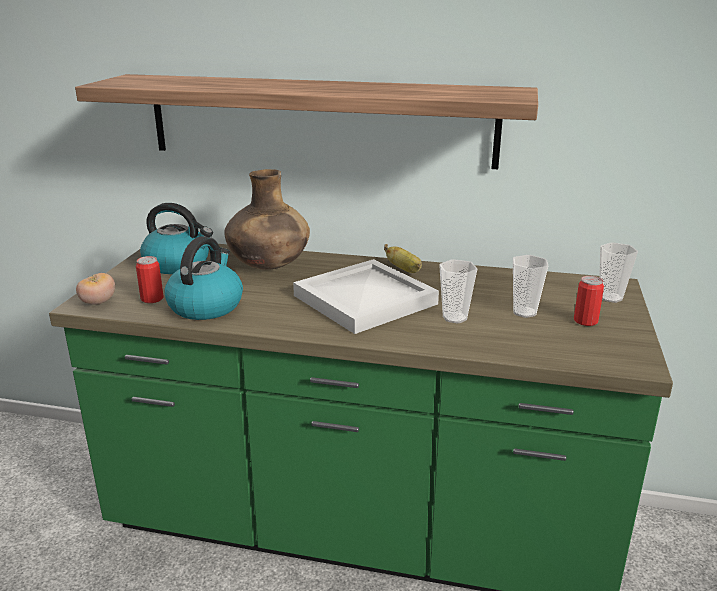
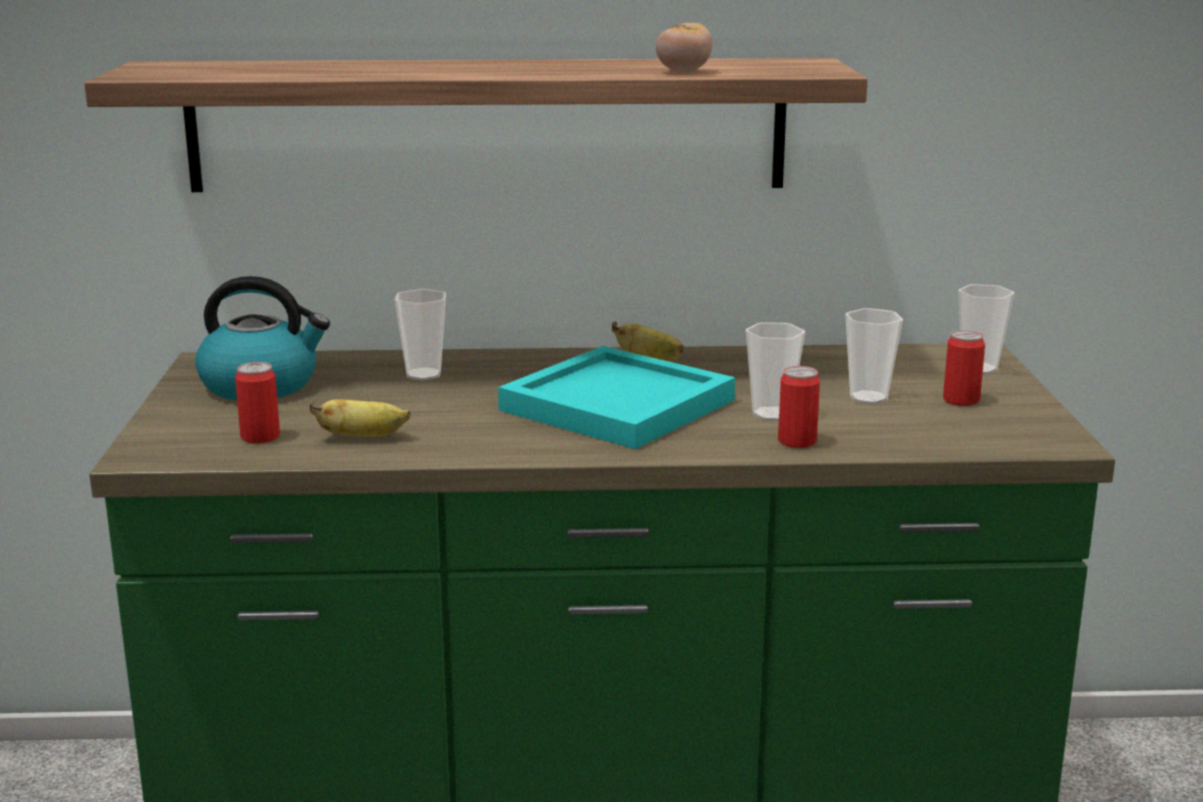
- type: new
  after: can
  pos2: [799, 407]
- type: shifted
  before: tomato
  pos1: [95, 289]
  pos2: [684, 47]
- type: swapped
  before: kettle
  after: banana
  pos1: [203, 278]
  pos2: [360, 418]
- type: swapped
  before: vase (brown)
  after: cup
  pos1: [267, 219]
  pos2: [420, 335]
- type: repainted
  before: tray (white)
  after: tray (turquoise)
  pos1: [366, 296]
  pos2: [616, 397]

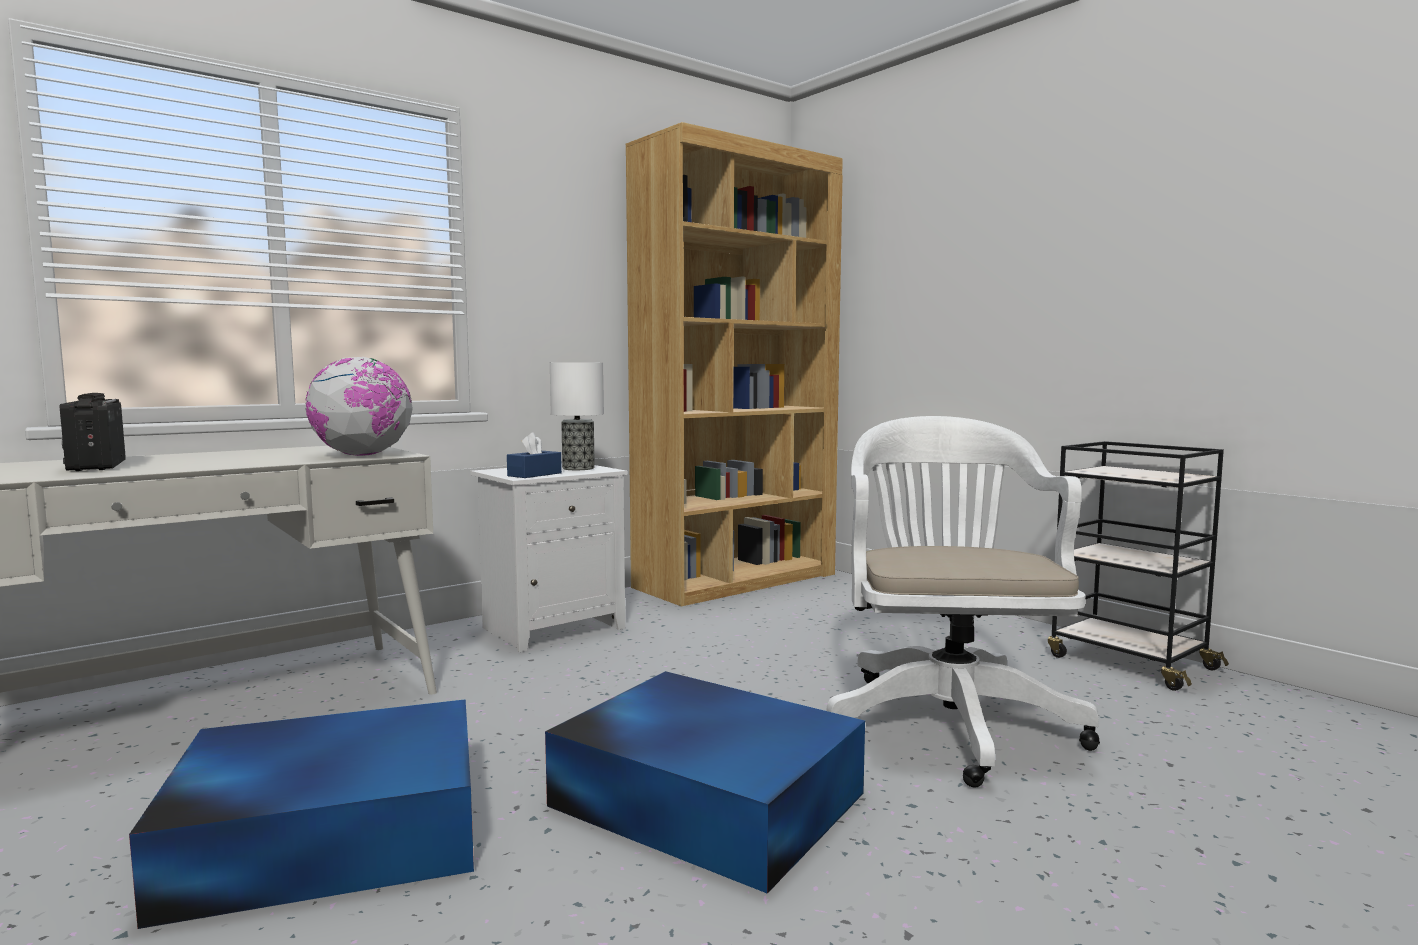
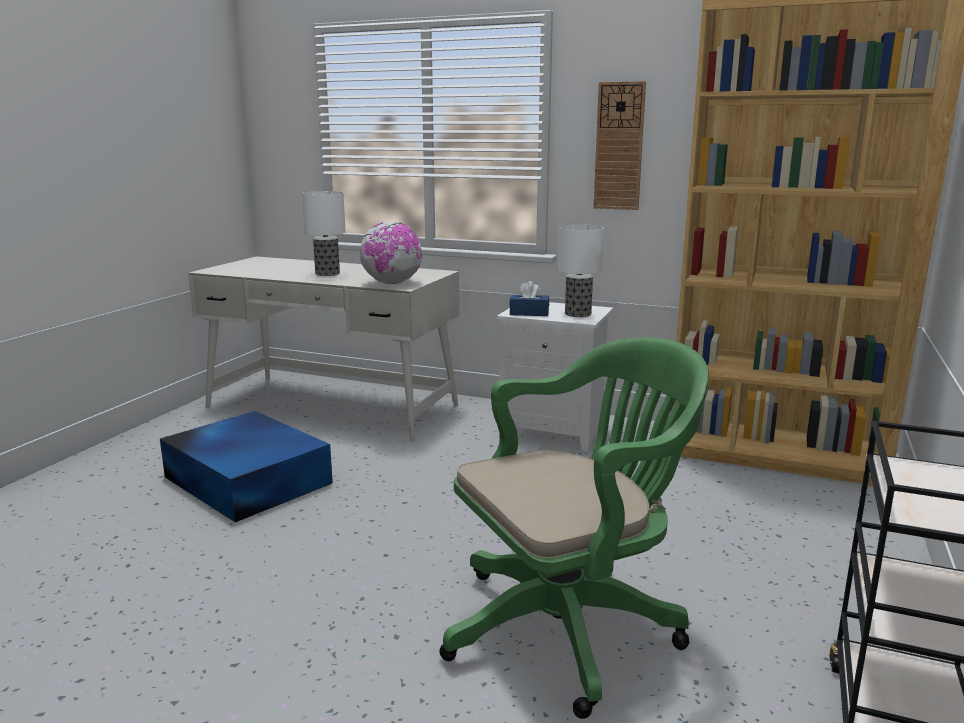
- type: gone
  before: radio
  pos1: [93, 432]
- type: gone
  before: storage box (blue)
  pos1: [705, 782]
- type: new
  after: table lamp
  pos2: [324, 233]
- type: new
  after: wall clock
  pos2: [619, 145]
- type: repainted
  before: office chair (white)
  after: office chair (green)
  pos1: [963, 602]
  pos2: [574, 528]

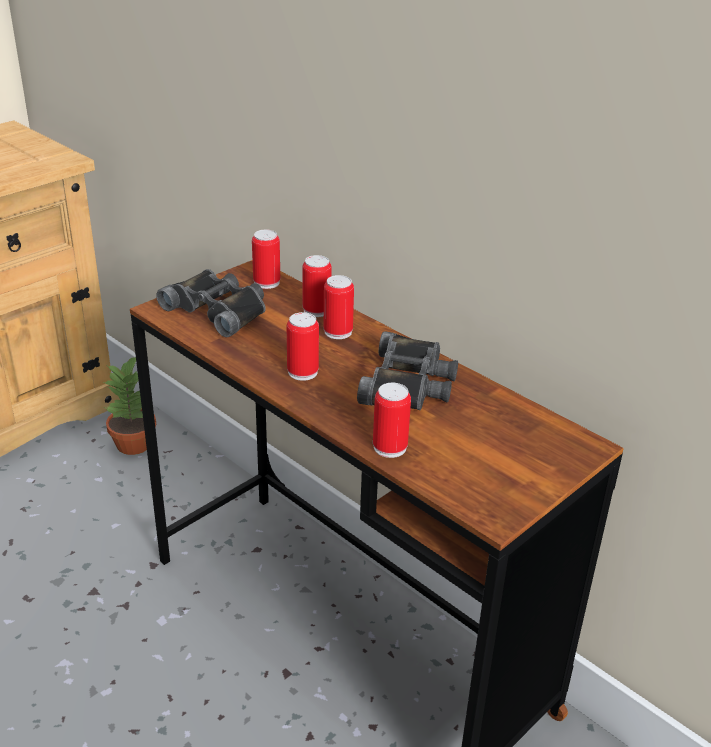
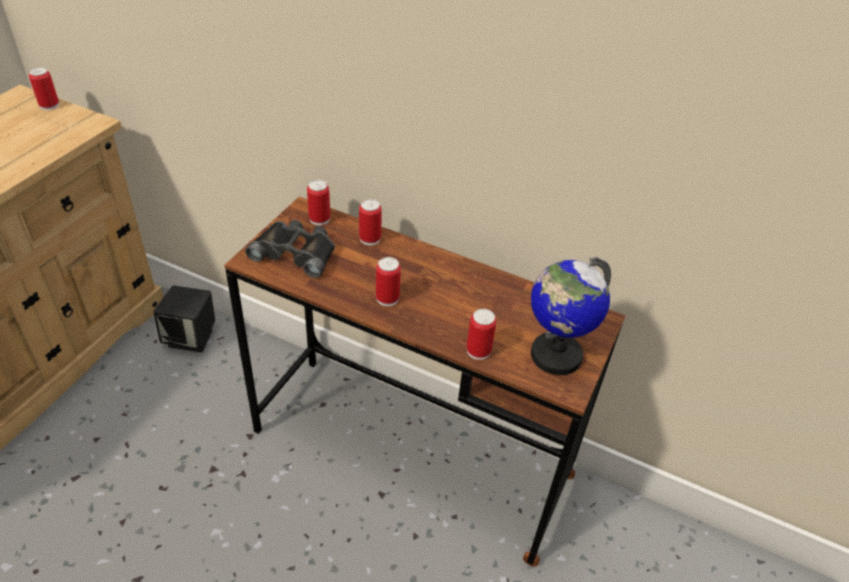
- type: gone
  before: binoculars (black)
  pos1: [407, 370]
- type: new
  after: globe
  pos2: [571, 316]
- type: shifted
  before: can
  pos1: [339, 307]
  pos2: [44, 88]
- type: swapped
  before: potted plant
  after: speaker (black)
  pos1: [130, 406]
  pos2: [184, 319]

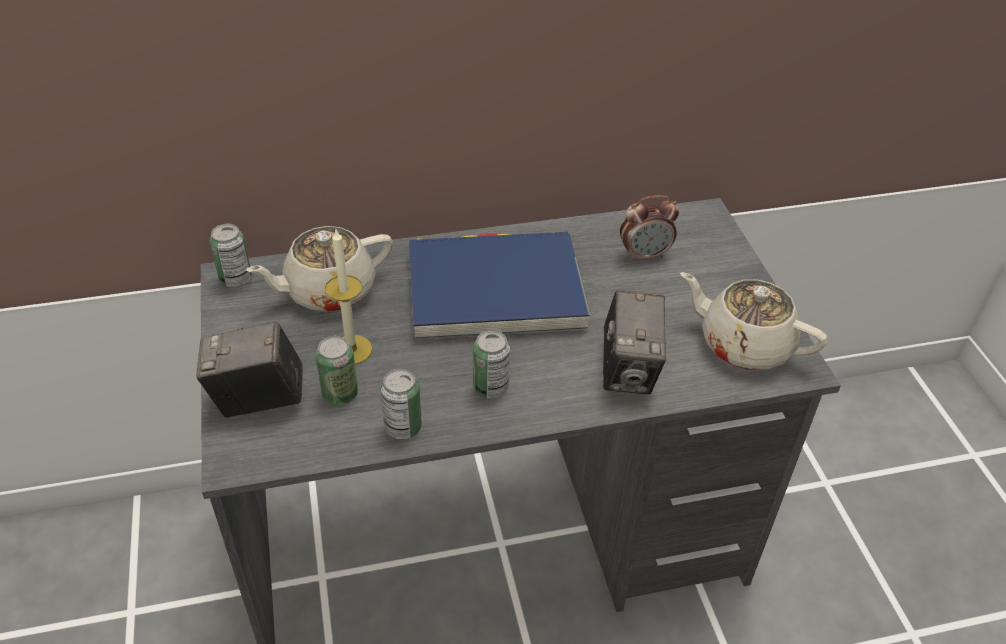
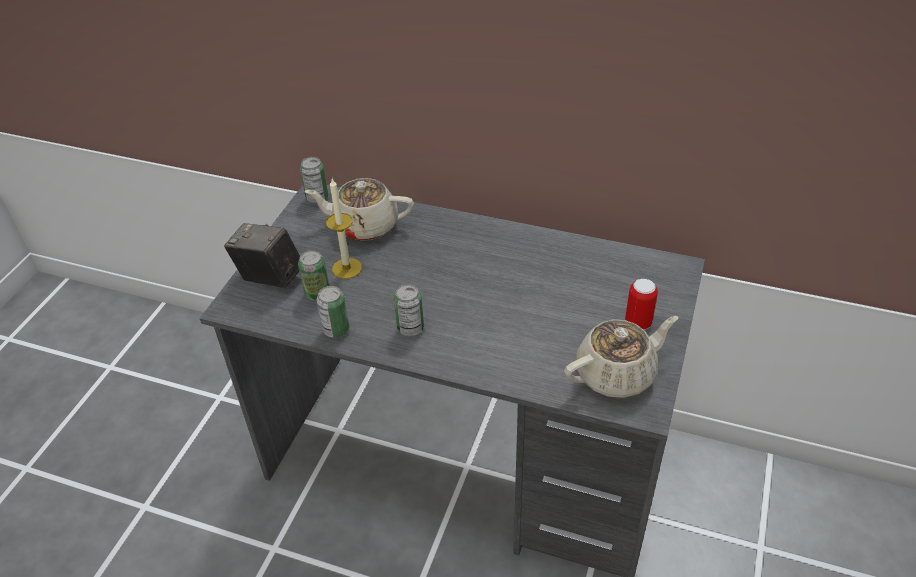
- type: gone
  before: book (blue)
  pos1: [499, 286]
- type: gone
  before: photo camera
  pos1: [634, 342]
- type: gone
  before: alarm clock
  pos1: [649, 228]
- type: new
  after: can
  pos2: [641, 304]
- type: rotated
  before: teapot (beige)
  pos1: [753, 321]
  pos2: [621, 357]
  turn: 90

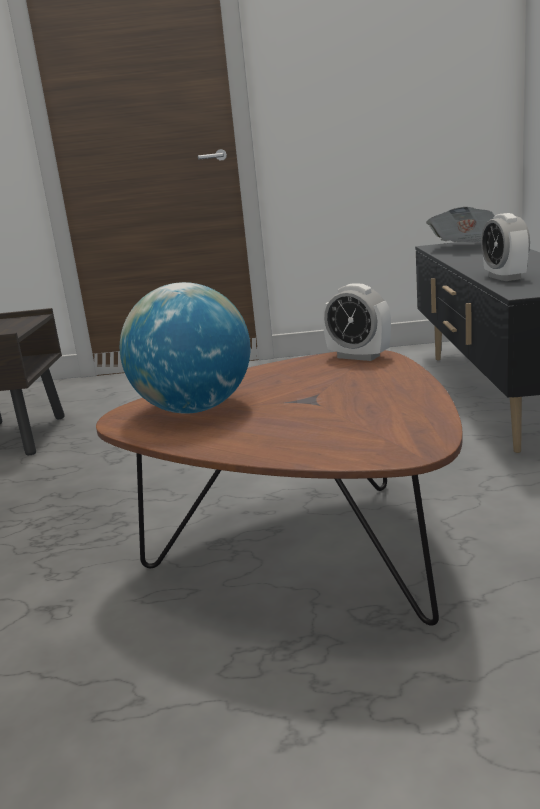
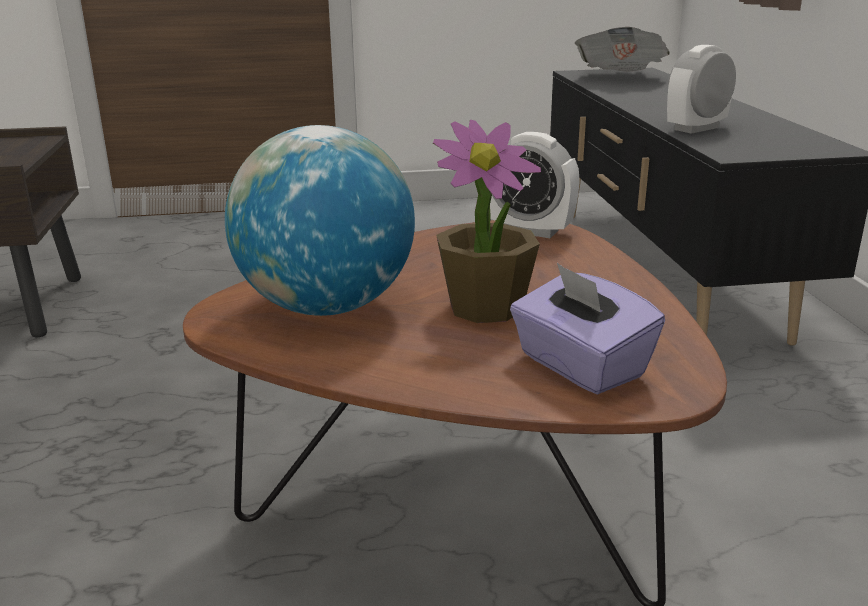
- type: new
  after: potted plant
  pos2: [487, 221]
- type: new
  after: tissue box (purple)
  pos2: [587, 329]
- type: rotated
  before: alarm clock
  pos1: [505, 247]
  pos2: [701, 89]
  turn: 75

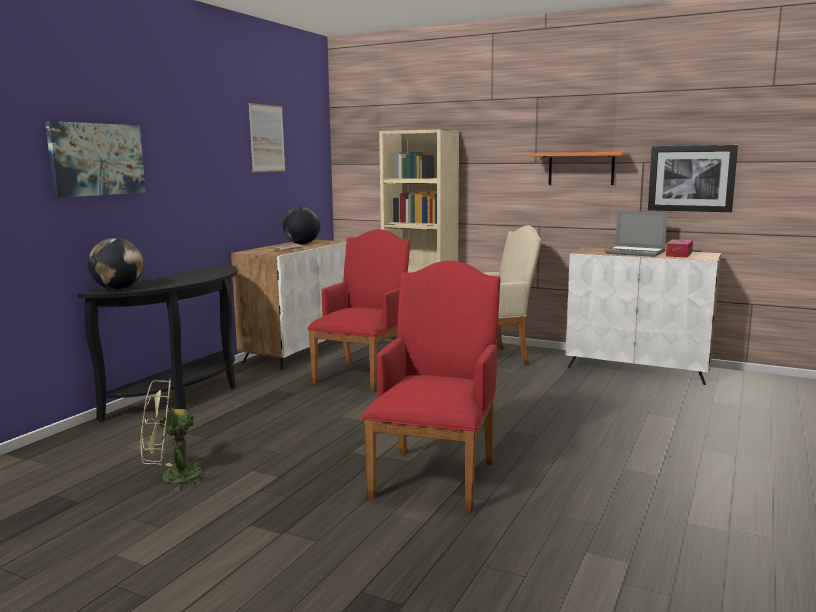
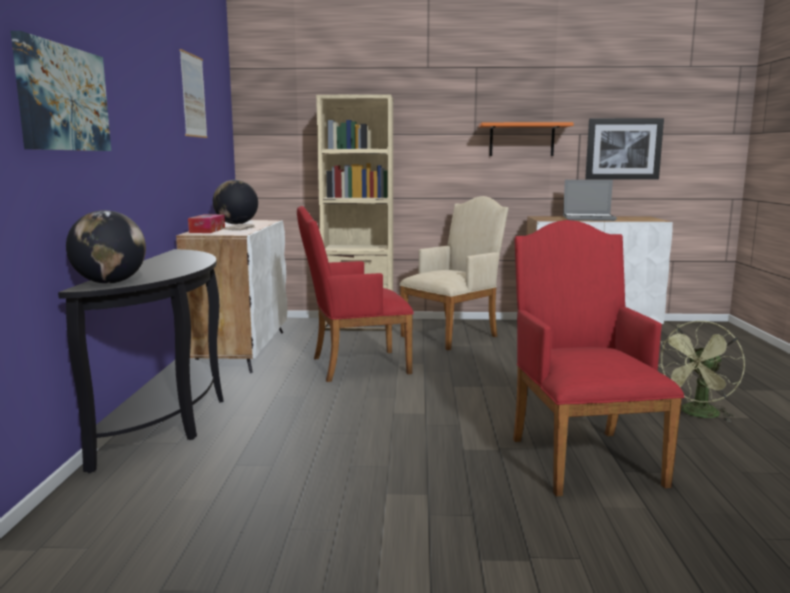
- type: shifted
  before: fan (green)
  pos1: [177, 435]
  pos2: [701, 371]
- type: shifted
  before: tissue box
  pos1: [679, 248]
  pos2: [206, 223]
- type: rotated
  before: armchair (red)
  pos1: [359, 311]
  pos2: [355, 294]
  turn: -105

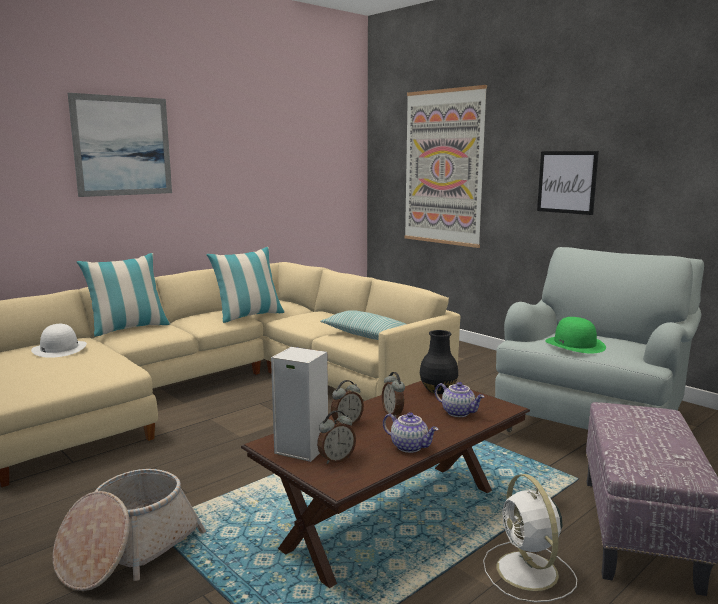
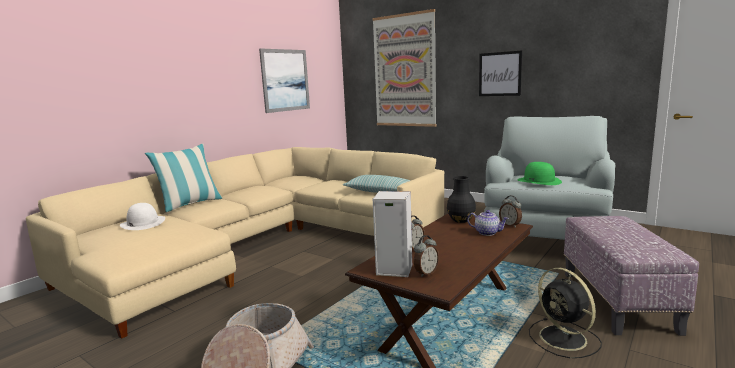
- type: gone
  before: pillow
  pos1: [245, 285]
- type: gone
  before: teapot
  pos1: [410, 432]
- type: shifted
  before: picture
  pos1: [120, 145]
  pos2: [284, 80]
- type: shifted
  before: alarm clock
  pos1: [393, 395]
  pos2: [510, 211]
- type: repainted
  before: fan (white)
  after: fan (black)
  pos1: [530, 538]
  pos2: [565, 313]

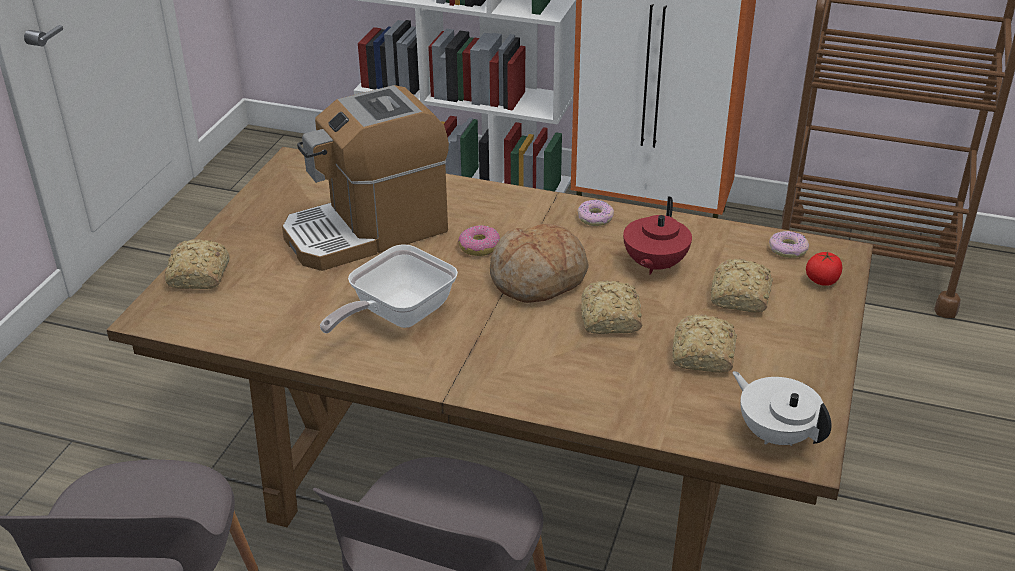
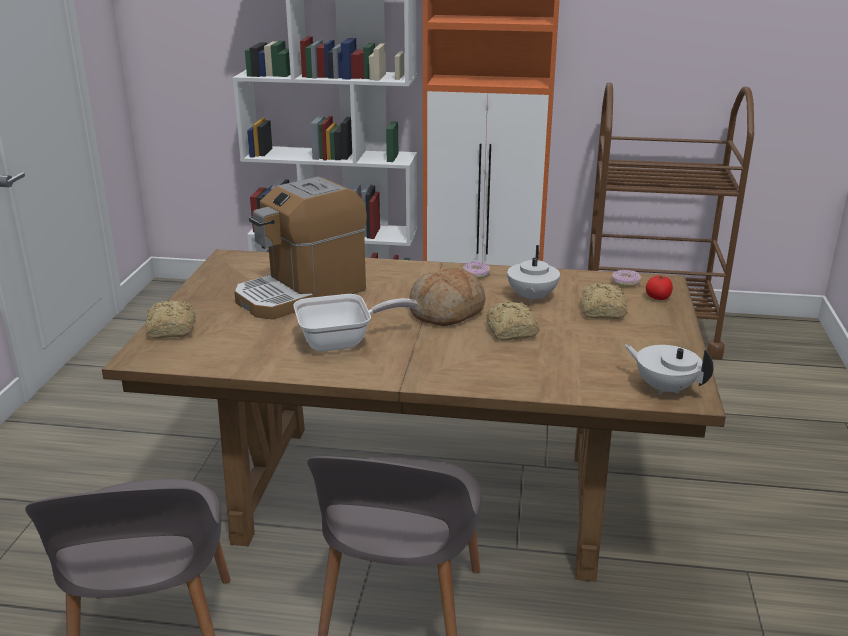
- type: gone
  before: donut
  pos1: [479, 240]
- type: gone
  before: bread
  pos1: [704, 343]
- type: repainted
  before: teapot (red)
  after: teapot (white)
  pos1: [657, 235]
  pos2: [533, 274]
- type: rotated
  before: frying pan
  pos1: [389, 288]
  pos2: [355, 323]
  turn: -135

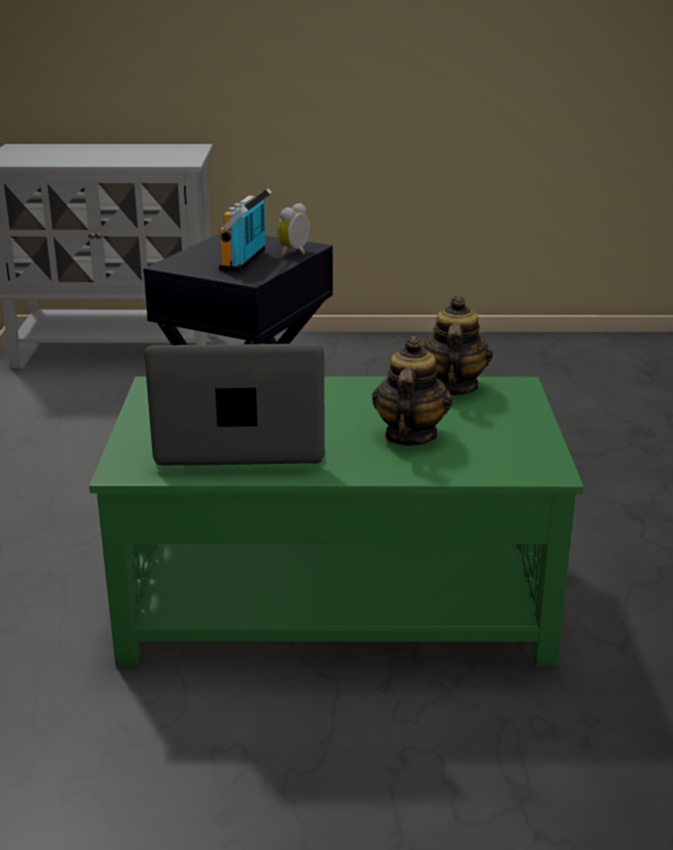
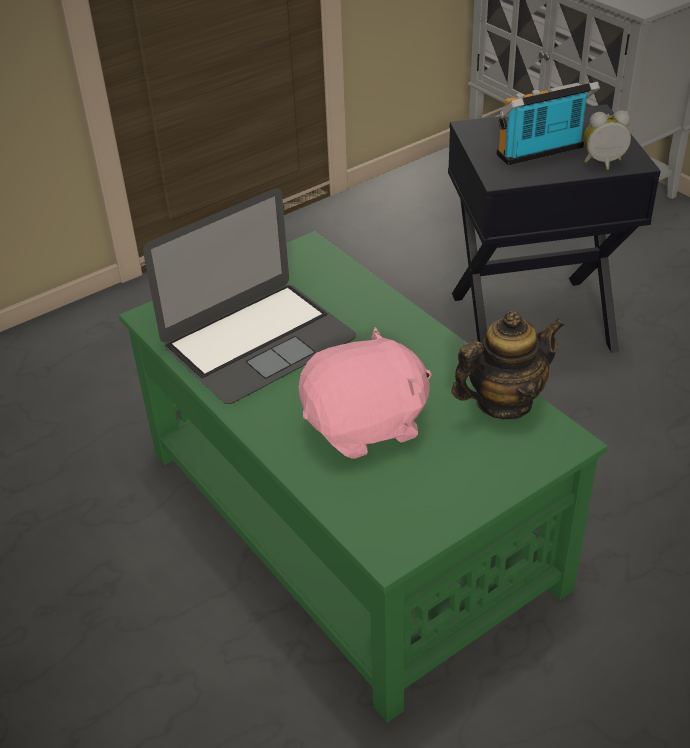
- type: swapped
  before: teapot
  after: plush toy (pink)
  pos1: [412, 391]
  pos2: [365, 393]
- type: rotated
  before: laptop
  pos1: [234, 404]
  pos2: [249, 296]
  turn: 90

